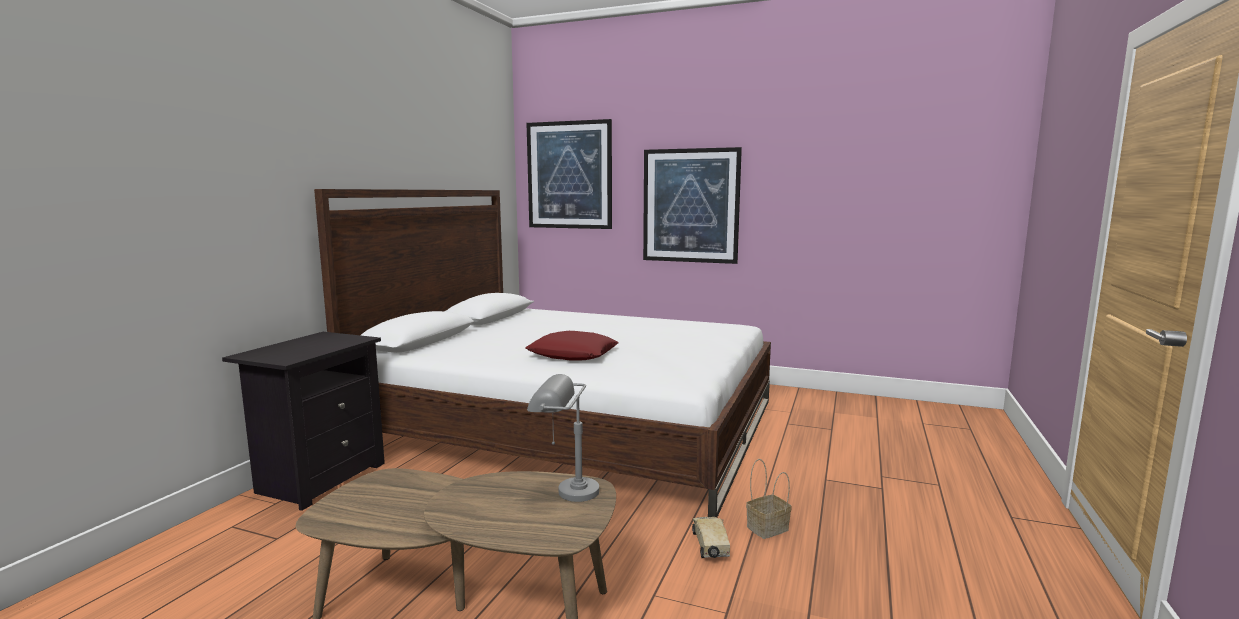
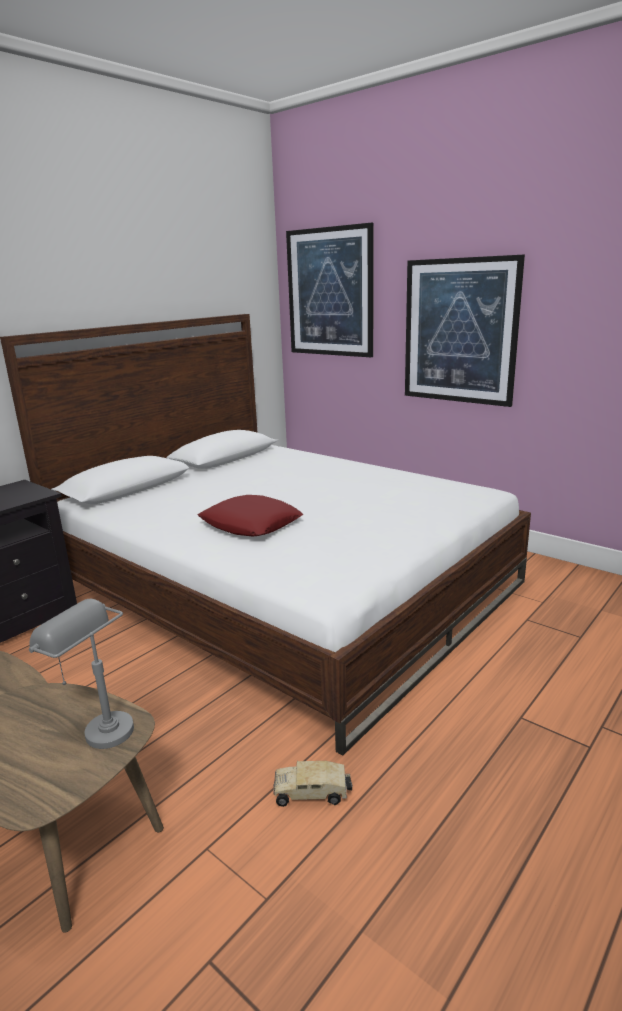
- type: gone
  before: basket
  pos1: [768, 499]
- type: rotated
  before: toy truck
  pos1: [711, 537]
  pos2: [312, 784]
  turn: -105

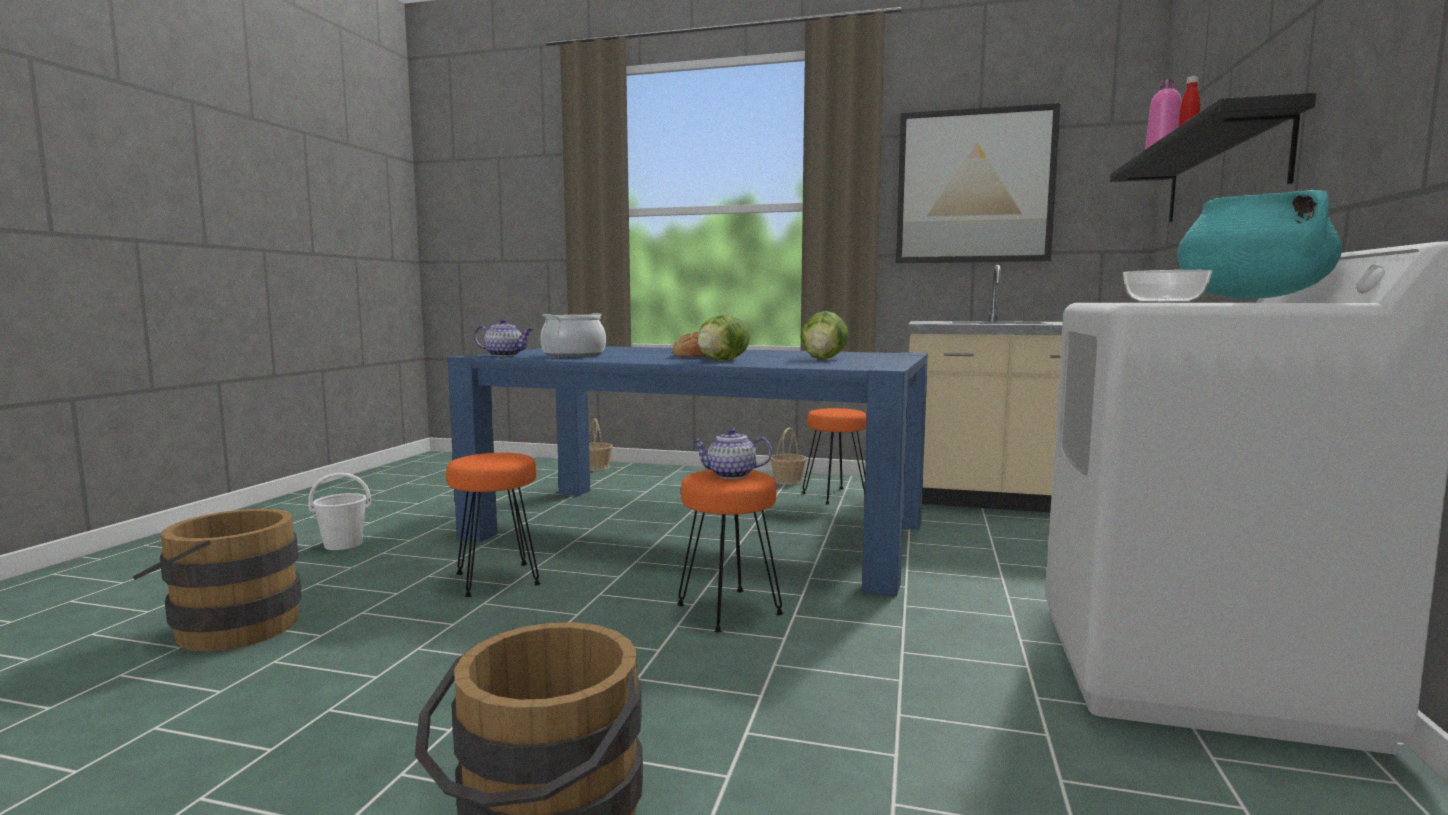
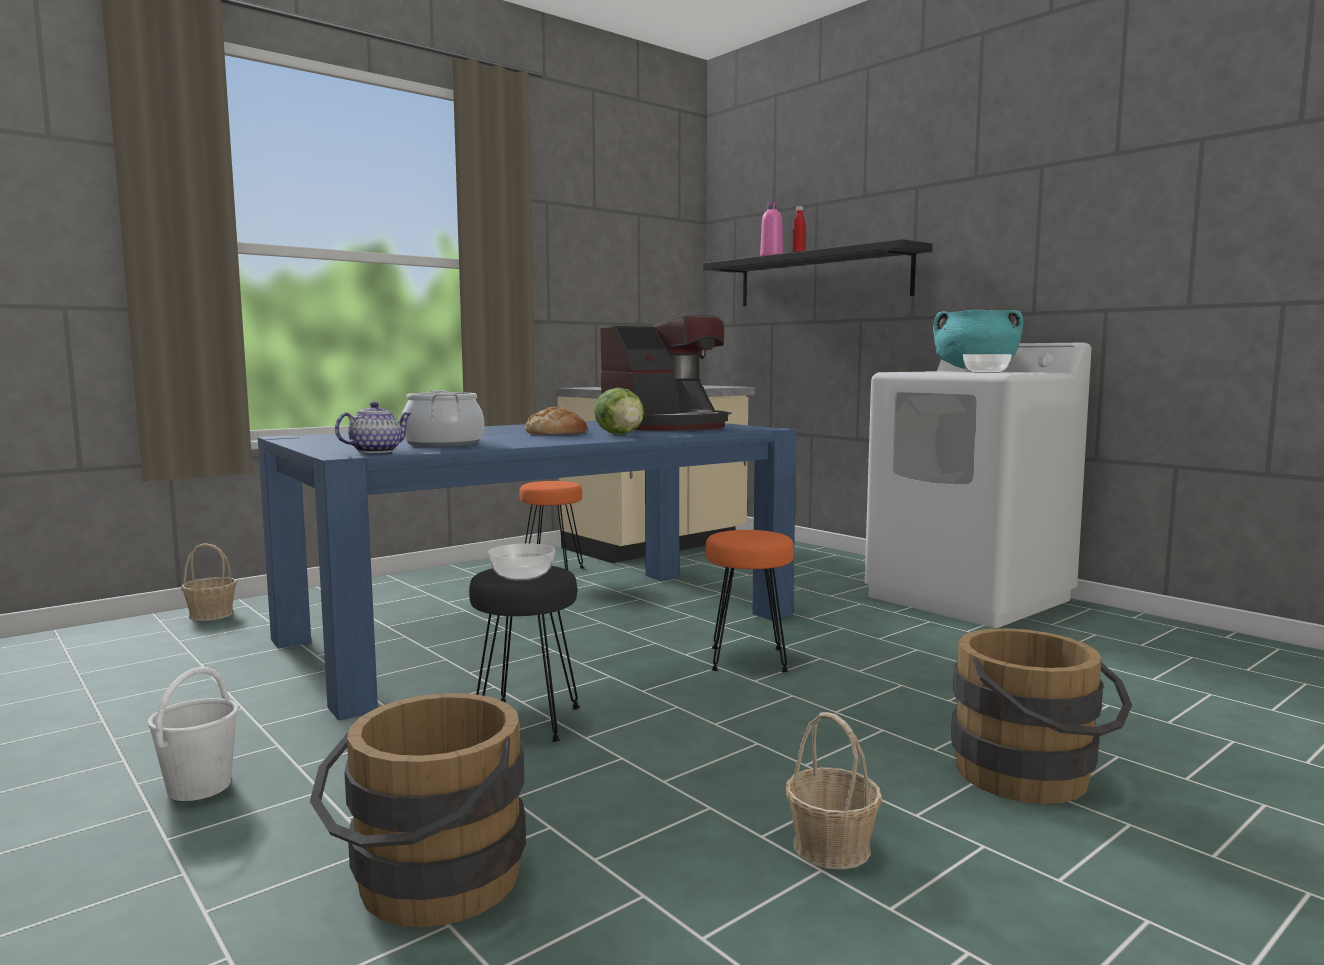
- type: gone
  before: teapot
  pos1: [732, 453]
- type: gone
  before: picture
  pos1: [978, 183]
- type: new
  after: bowl
  pos2: [521, 561]
- type: shifted
  before: basket
  pos1: [788, 456]
  pos2: [834, 791]
- type: swapped
  before: lettuce
  after: coffee machine
  pos1: [824, 335]
  pos2: [664, 373]
- type: repainted
  before: stool (orange)
  after: stool (black)
  pos1: [493, 525]
  pos2: [524, 654]

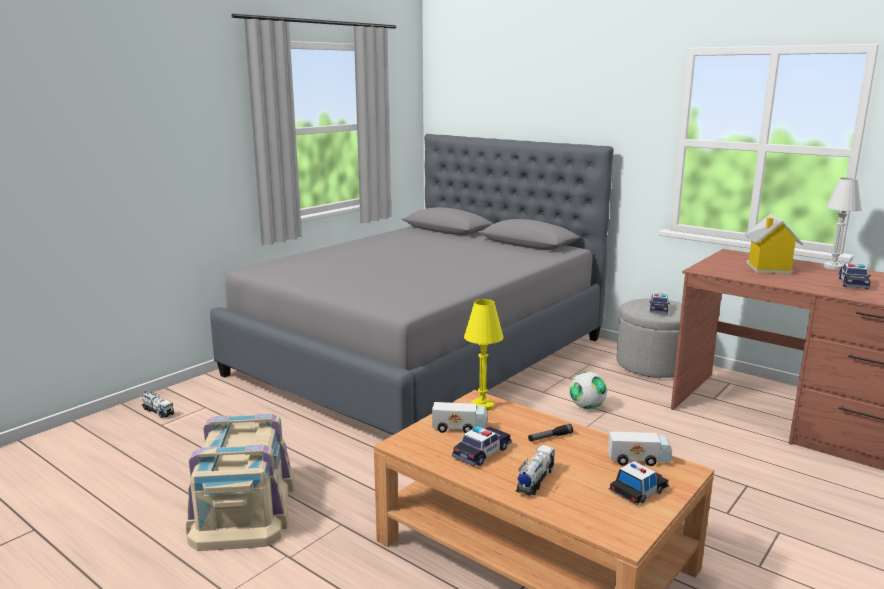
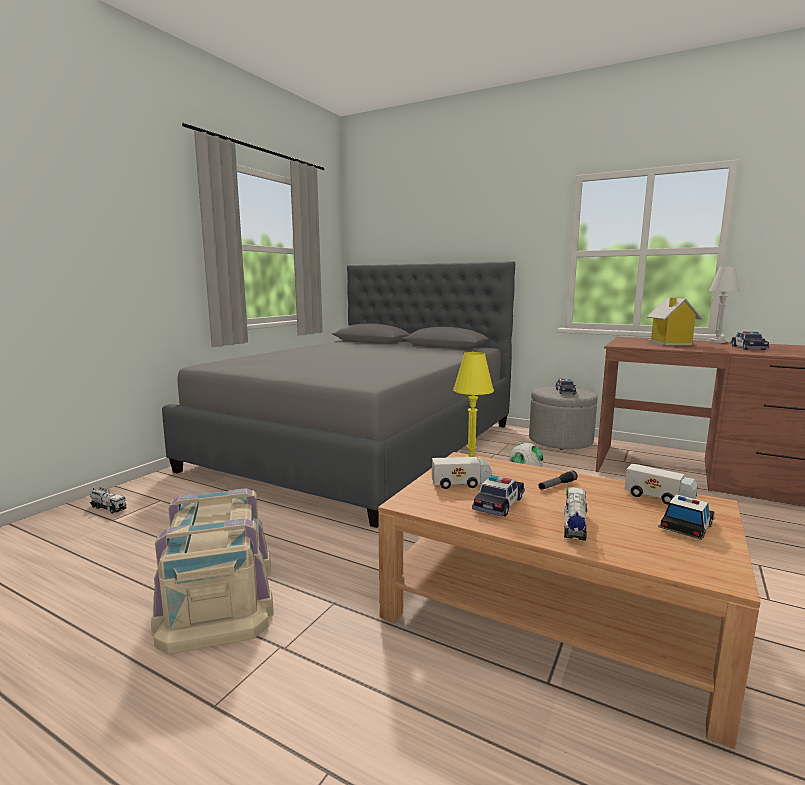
- type: rotated
  before: toy truck
  pos1: [640, 448]
  pos2: [661, 484]
  turn: 45

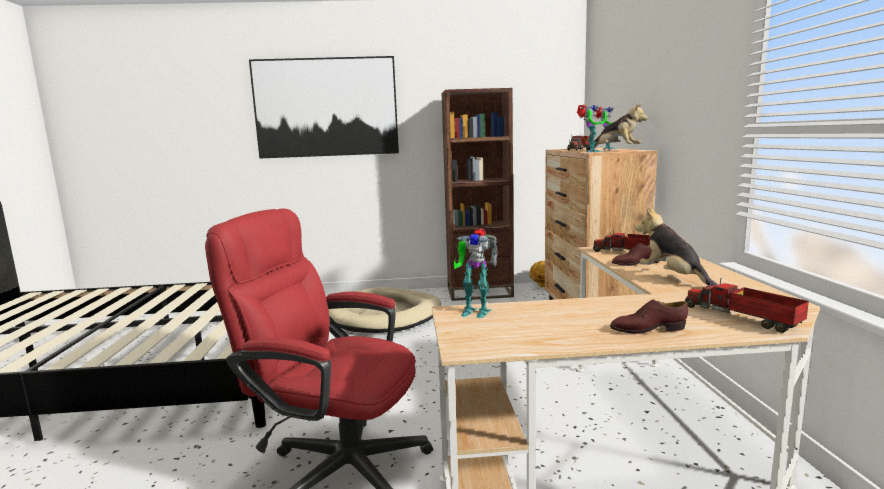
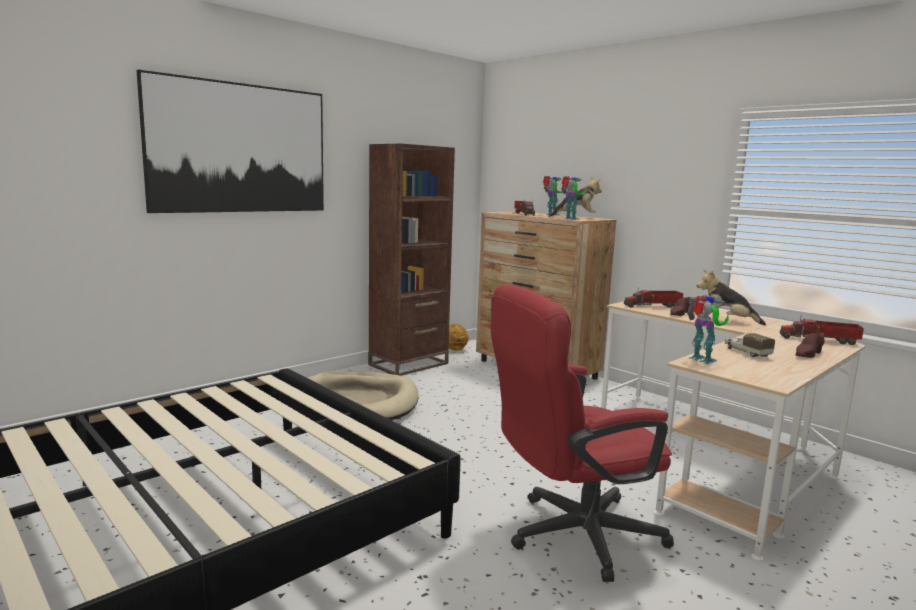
- type: new
  after: toy truck
  pos2: [750, 345]
- type: rotated
  before: toy robot
  pos1: [475, 273]
  pos2: [708, 329]
  turn: -105

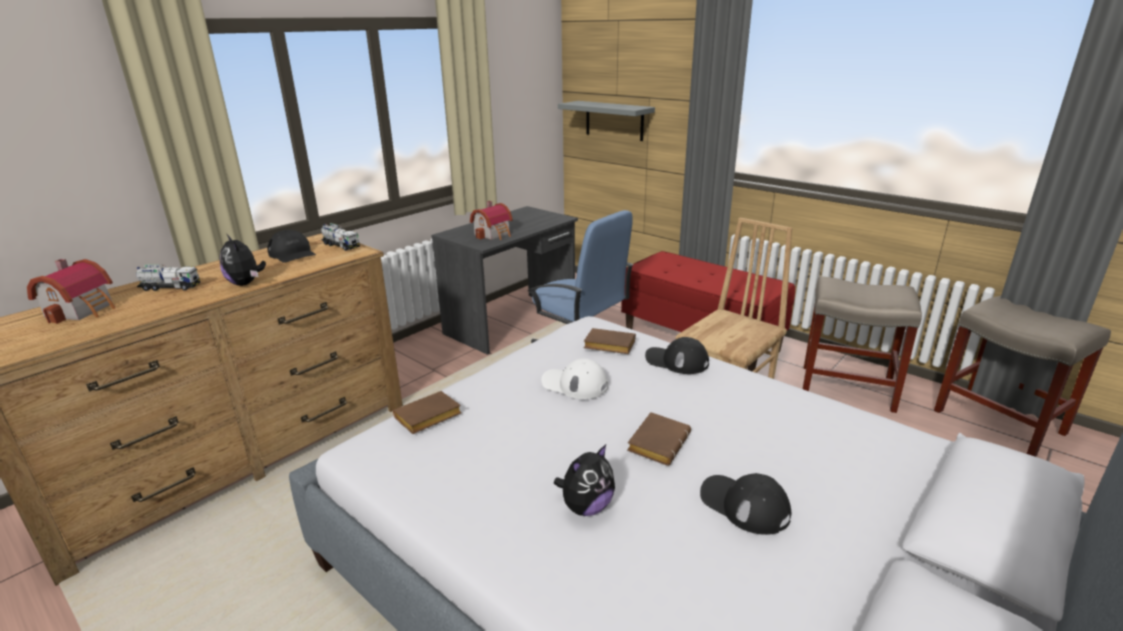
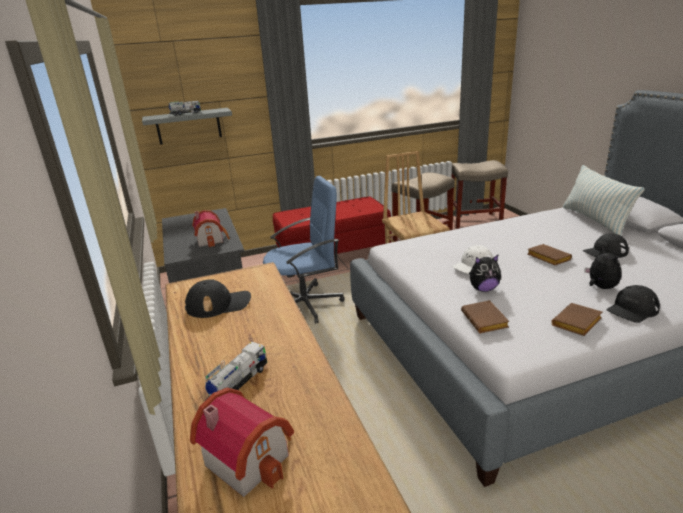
- type: new
  after: pillow
  pos2: [604, 200]
- type: shifted
  before: plush toy
  pos1: [242, 260]
  pos2: [485, 273]
- type: shifted
  before: toy truck
  pos1: [340, 237]
  pos2: [185, 108]
- type: shifted
  before: book (brown)
  pos1: [610, 341]
  pos2: [576, 319]
- type: shifted
  before: cap (black)
  pos1: [677, 355]
  pos2: [633, 304]

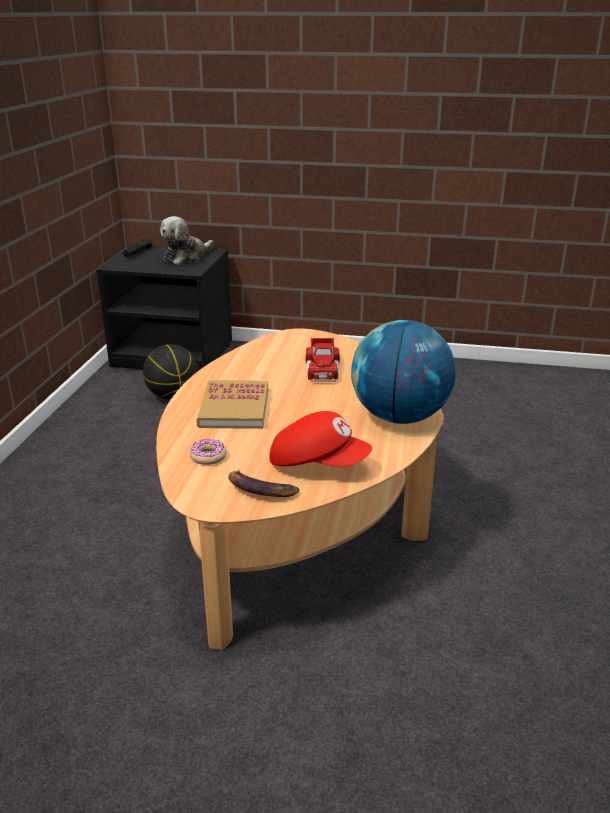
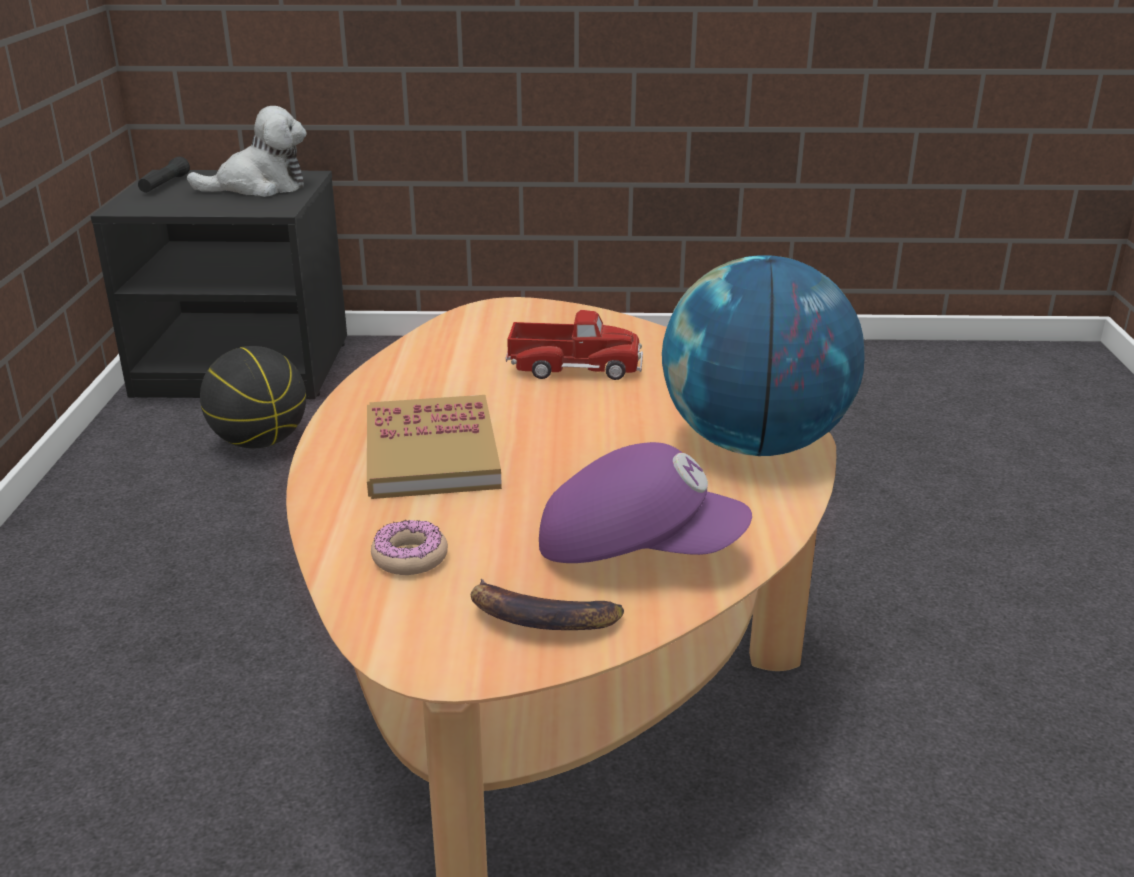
- type: repainted
  before: cap (red)
  after: cap (purple)
  pos1: [321, 439]
  pos2: [645, 502]
- type: rotated
  before: plush toy
  pos1: [187, 240]
  pos2: [247, 151]
  turn: -135
- type: rotated
  before: toy truck
  pos1: [322, 360]
  pos2: [574, 345]
  turn: -75

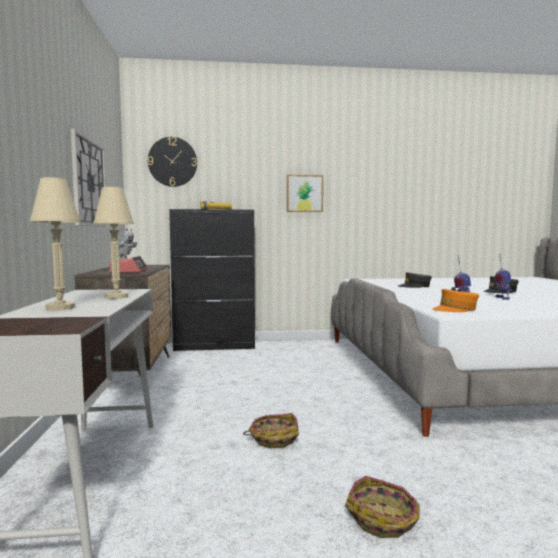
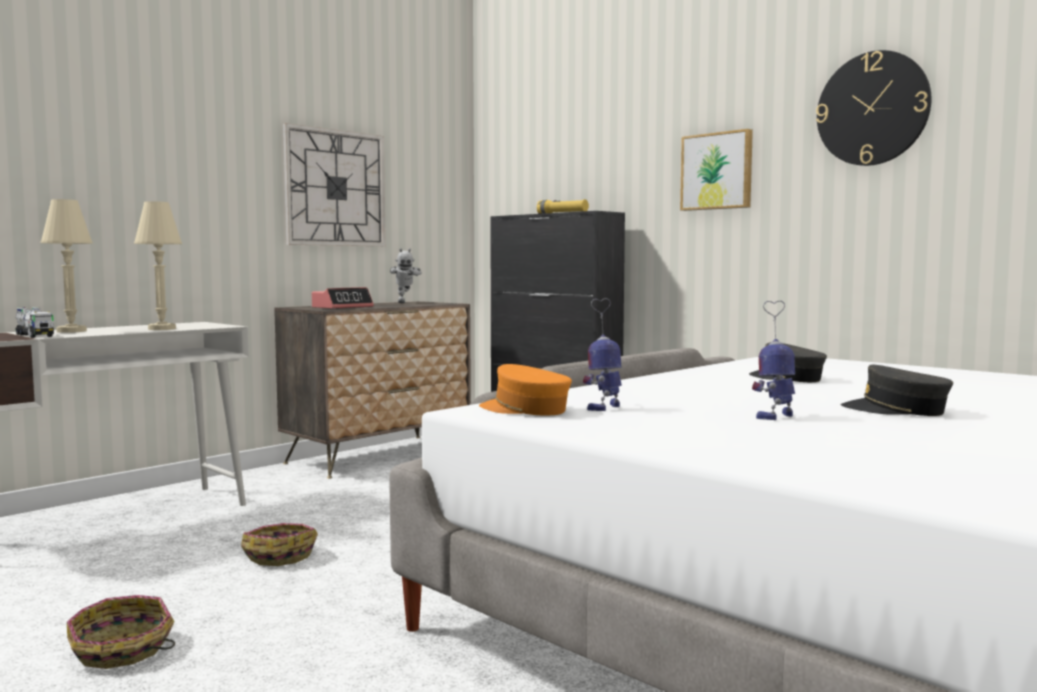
- type: new
  after: toy truck
  pos2: [34, 322]
- type: shifted
  before: wall clock
  pos1: [172, 162]
  pos2: [873, 108]

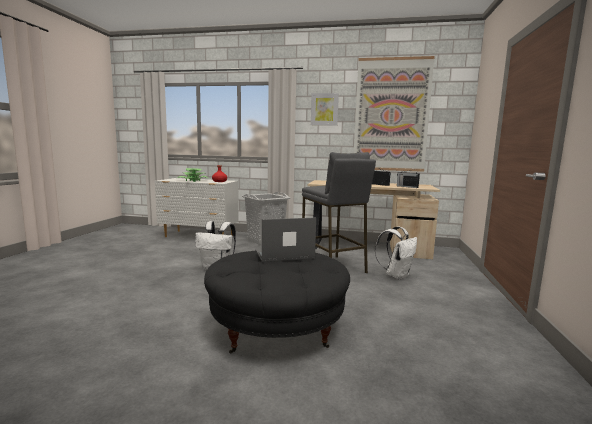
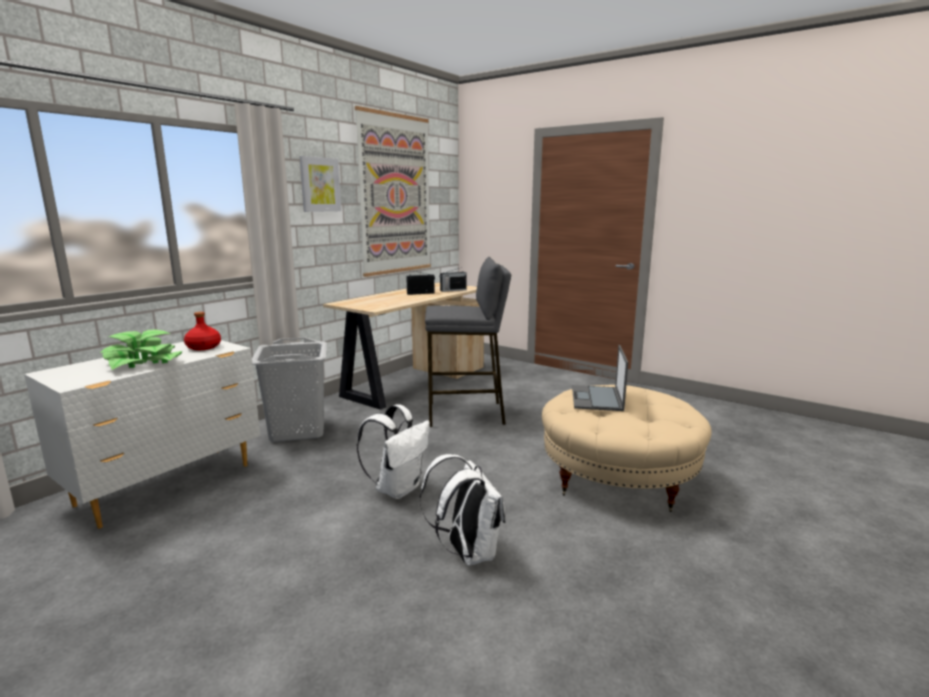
- type: shifted
  before: backpack (white)
  pos1: [396, 253]
  pos2: [462, 510]
- type: repainted
  before: ottoman (black)
  after: ottoman (beige)
  pos1: [277, 302]
  pos2: [627, 448]

